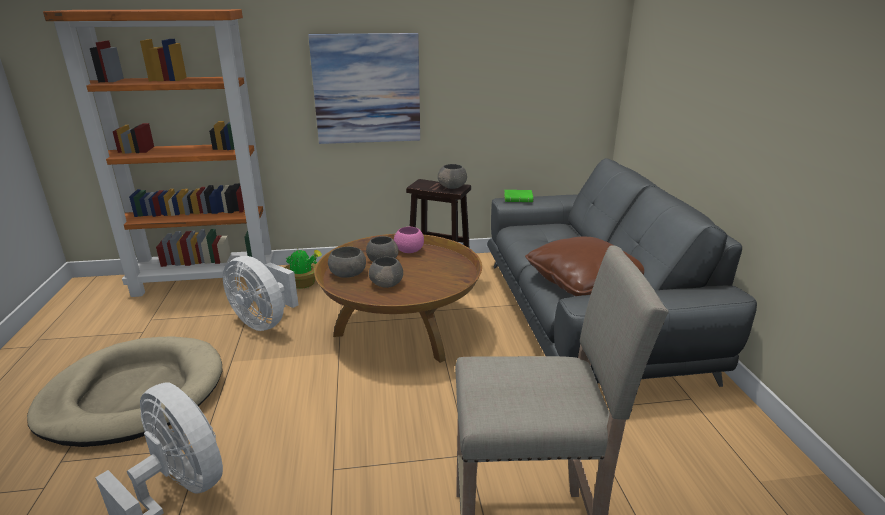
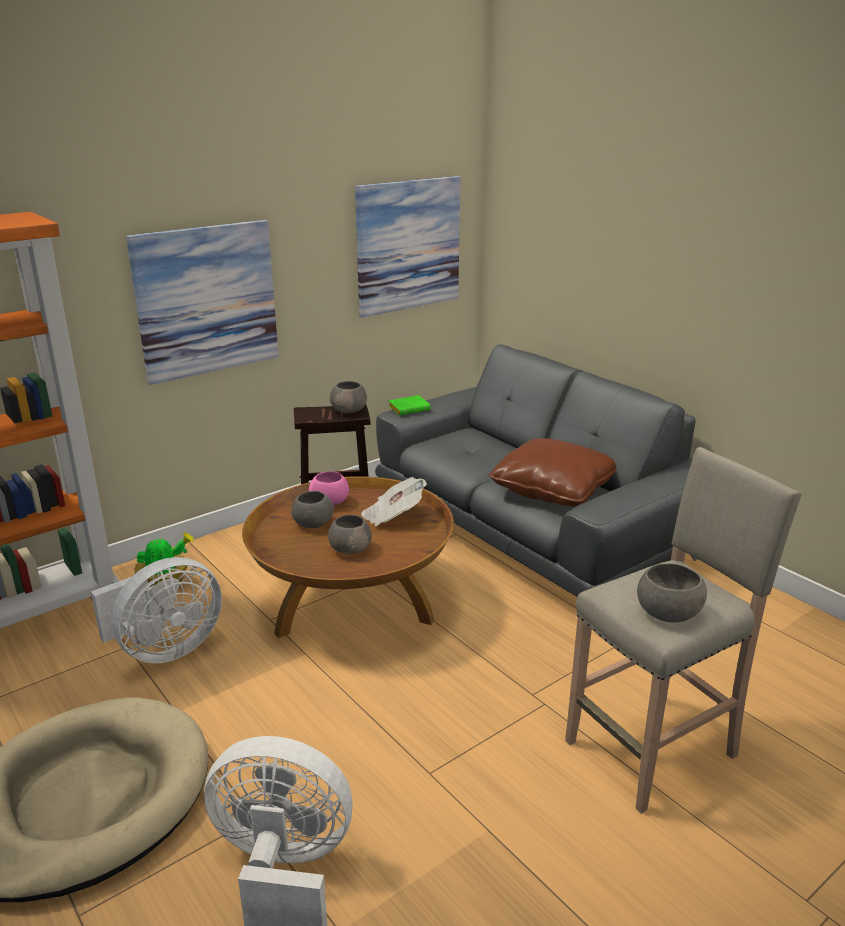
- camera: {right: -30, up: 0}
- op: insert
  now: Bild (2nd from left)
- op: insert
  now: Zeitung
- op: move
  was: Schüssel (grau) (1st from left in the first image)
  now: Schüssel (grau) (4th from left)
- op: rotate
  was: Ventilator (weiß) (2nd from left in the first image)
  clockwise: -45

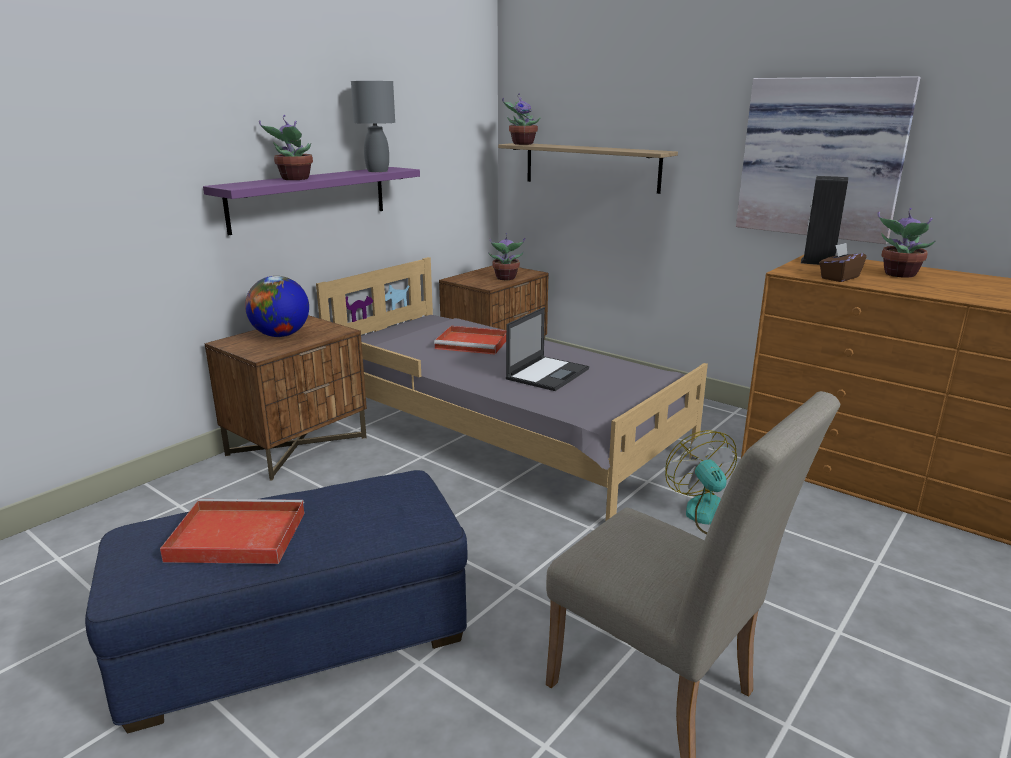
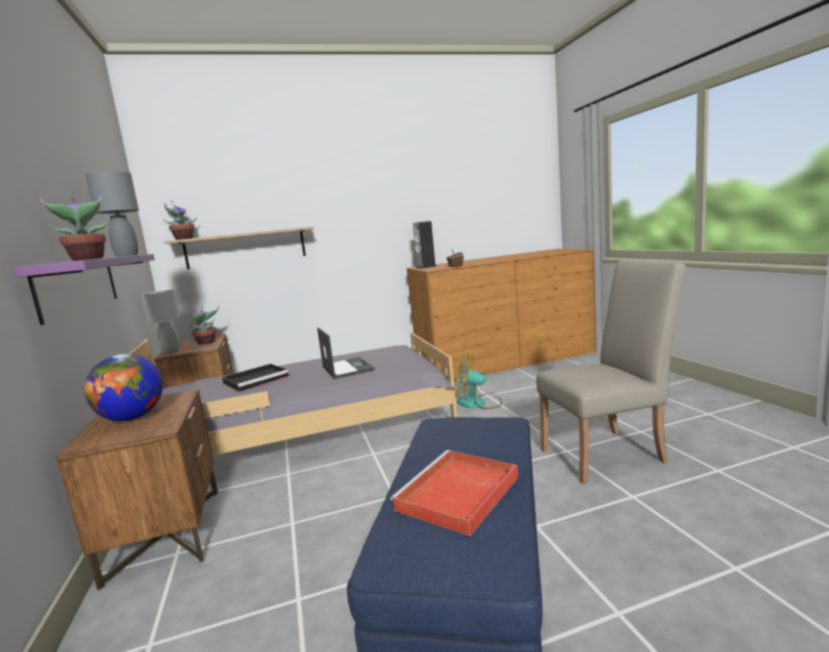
- camera: {right: -55, up: -10}
- op: delete
  was: Bild
- op: delete
  was: Topfpflanze (4th from left)
- op: insert
  now: Tischlampe (grau) (2nd from left)
- op: recolor
  was: Tablett (rot) (2nd from left)
  now: Tablett (schwarz)

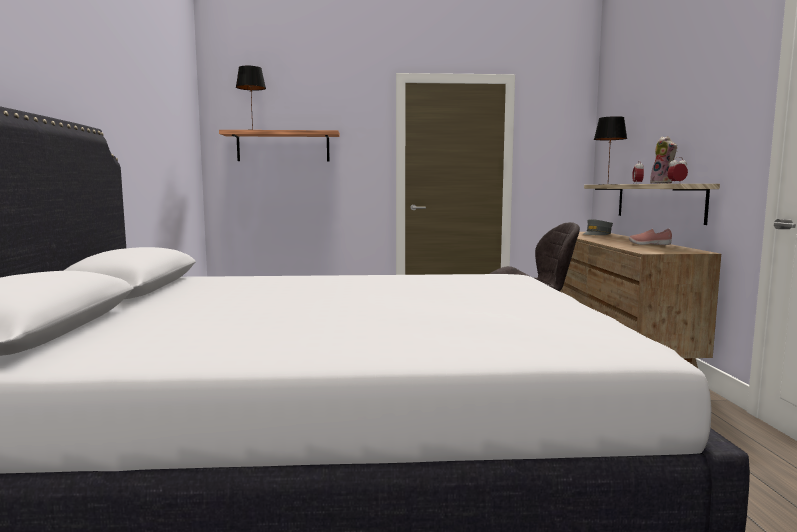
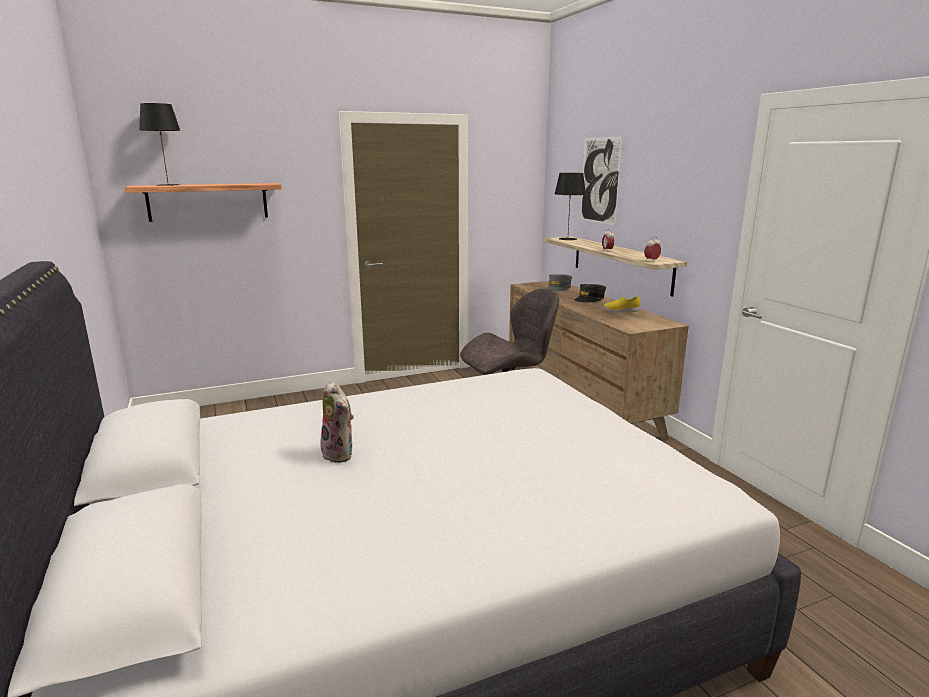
- camera: {right: -20, up: 10}
- op: insert
  now: Kappe (grau) (2nd from left)
- op: insert
  now: Bild
- op: move
  was: Plüschtier
- op: recolor
  was: Schuh (rosa)
  now: Schuh (gelb)

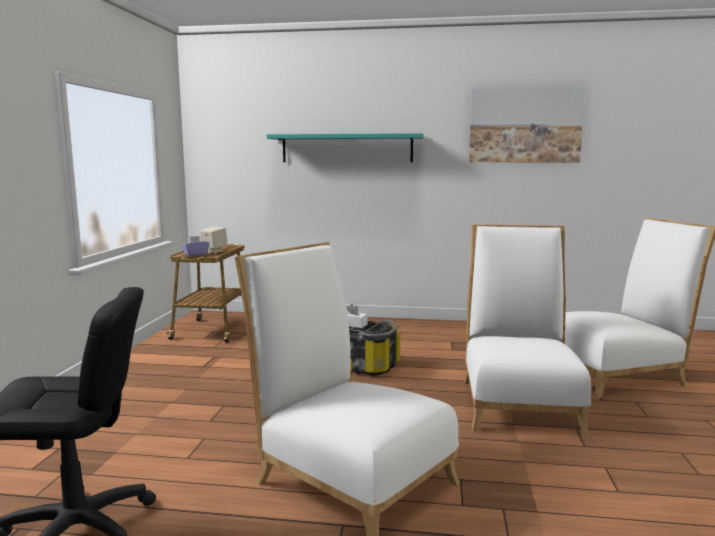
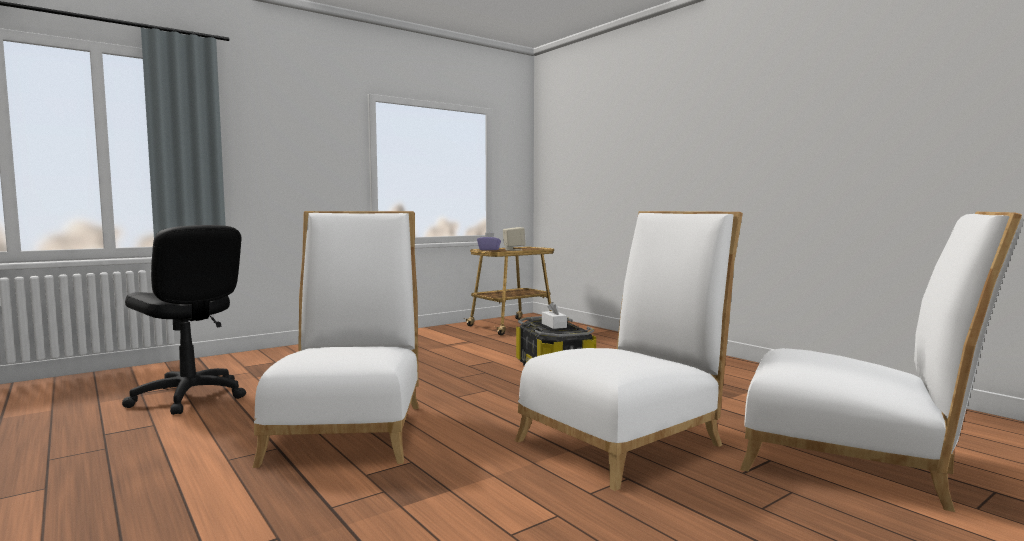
- camera: {right: 45, up: -5}
- op: delete
  was: Wandregal (türkis)
- op: delete
  was: Bild

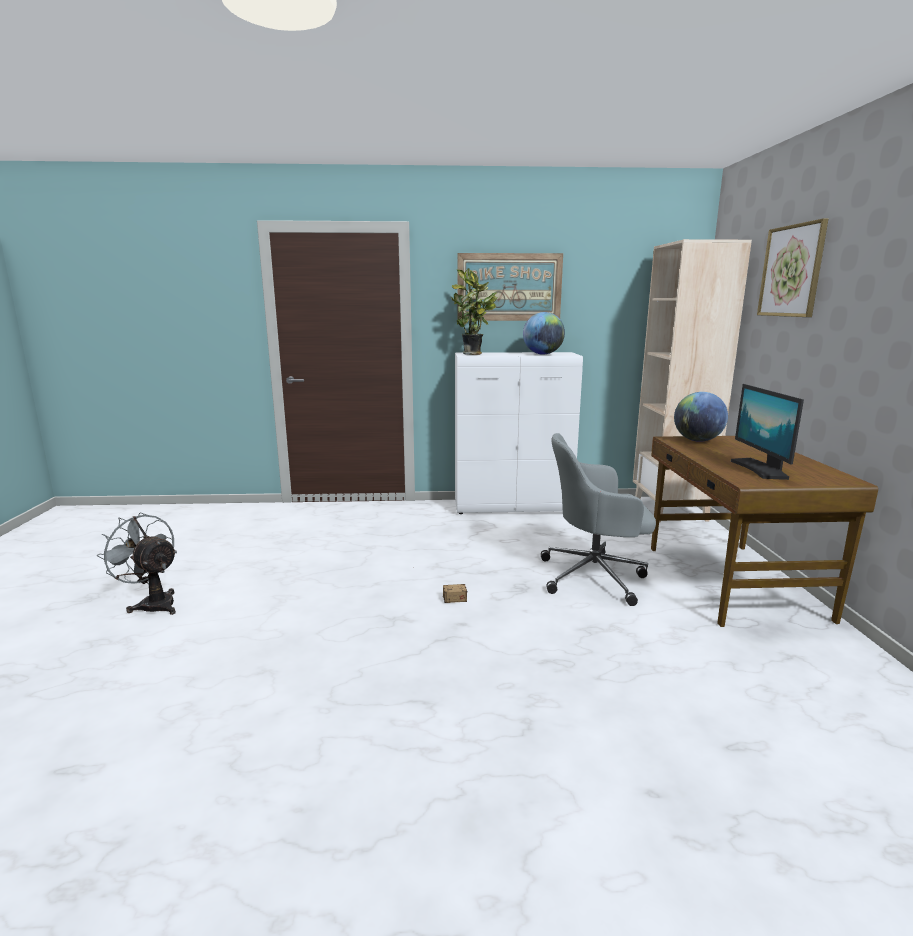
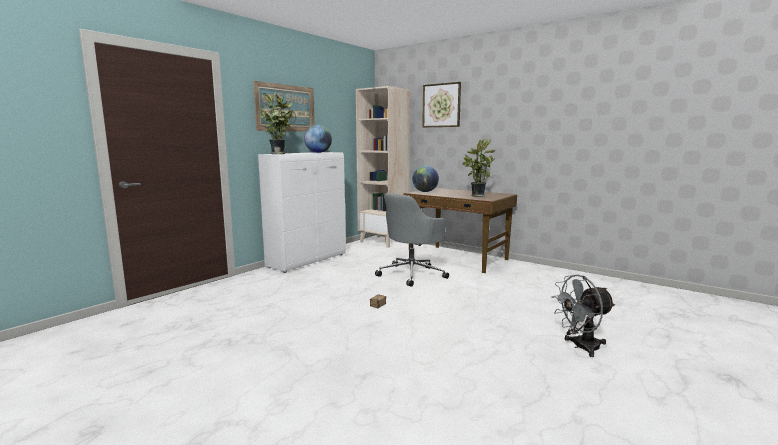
- camera: {right: -50, up: -5}
- op: move
  was: Ventilator (grau)
- op: replace
  was: Monitor
  now: Topfpflanze (2nd from left)

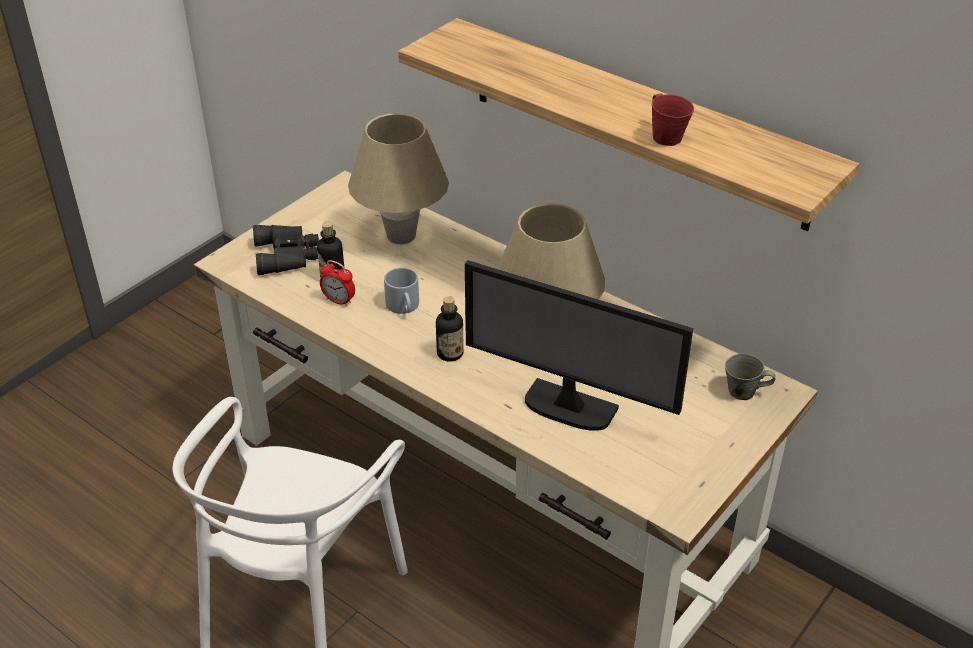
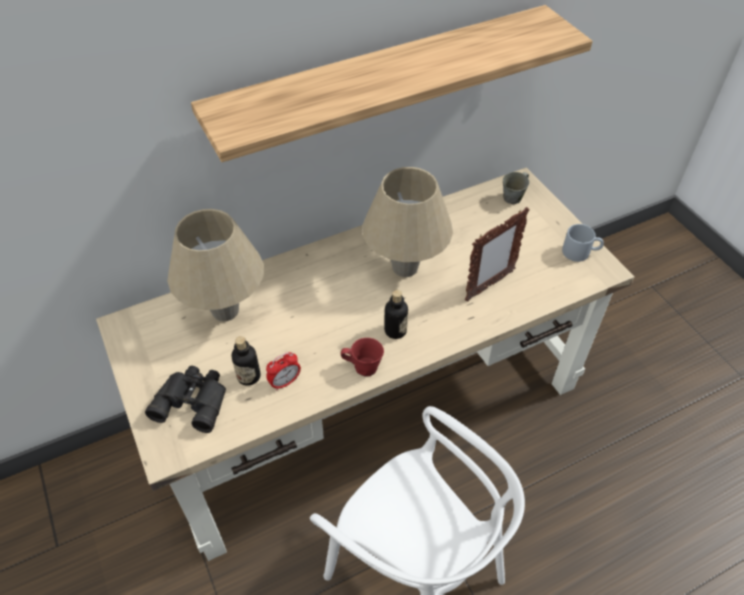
- camera: {right: -65, up: 10}
- op: move
  was: Henkelbecher (grau) (1st from left in the first image)
  now: Henkelbecher (grau) (2nd from left)
- op: move
  was: Henkelbecher (rot)
- op: replace
  was: Monitor
  now: Bilderrahmen

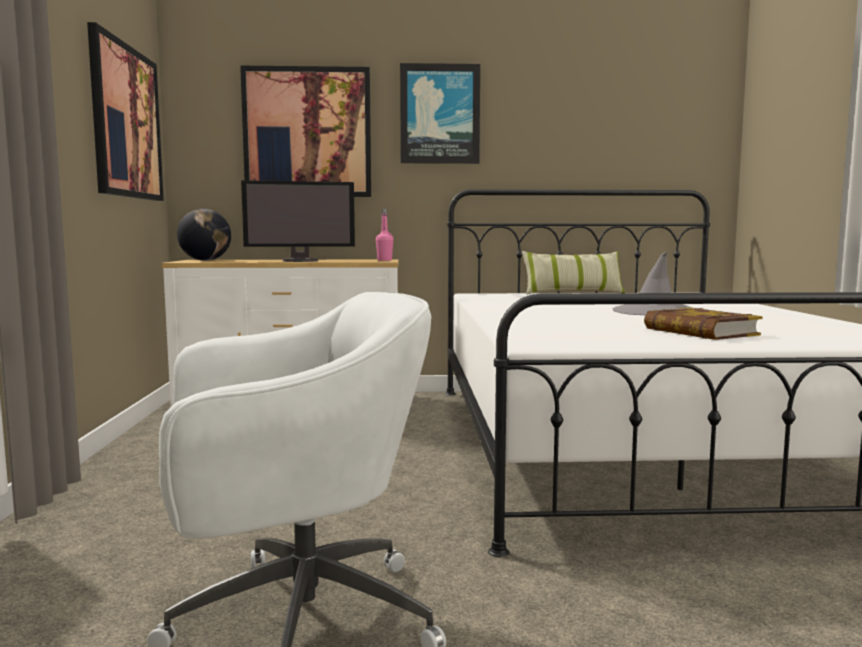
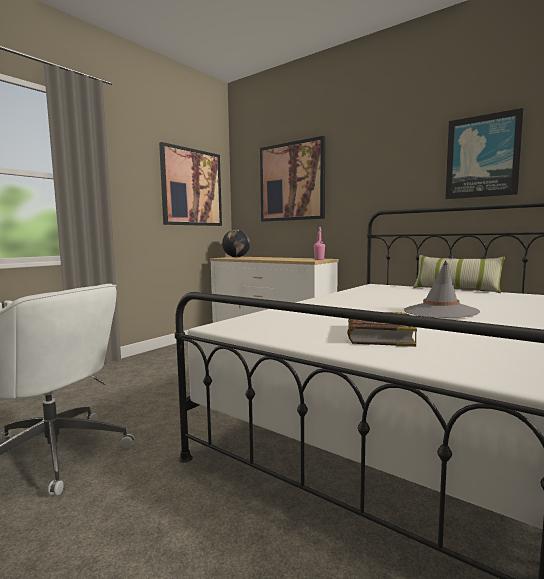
- camera: {right: 40, up: 0}
- op: delete
  was: Monitor
- op: move
  was: Bild (3rd from left)

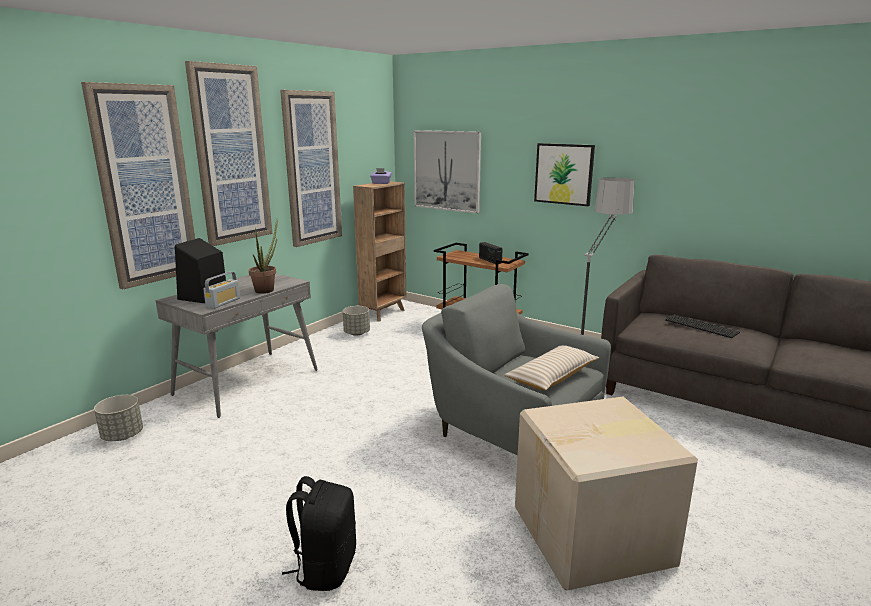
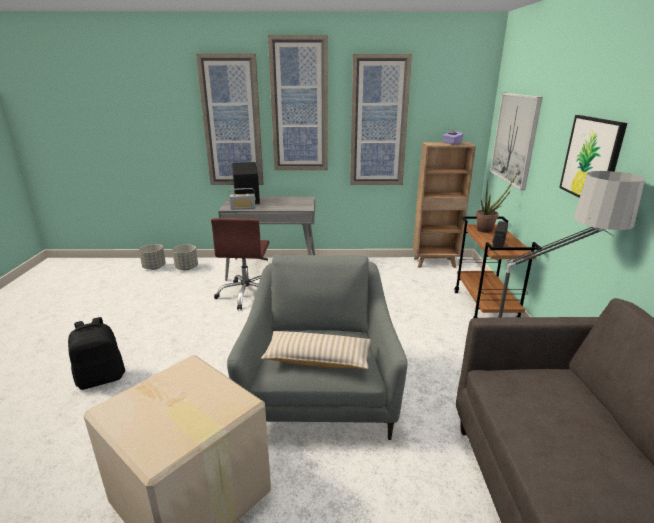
- camera: {right: 55, up: 5}
- op: delete
  was: Tastatur
- op: insert
  now: Bürostuhl (braun)
- op: move
  was: Topfpflanze
- op: move
  was: Pflanzkübel (grau) (2nd from left in the first image)
  now: Pflanzkübel (grau) (1st from left)

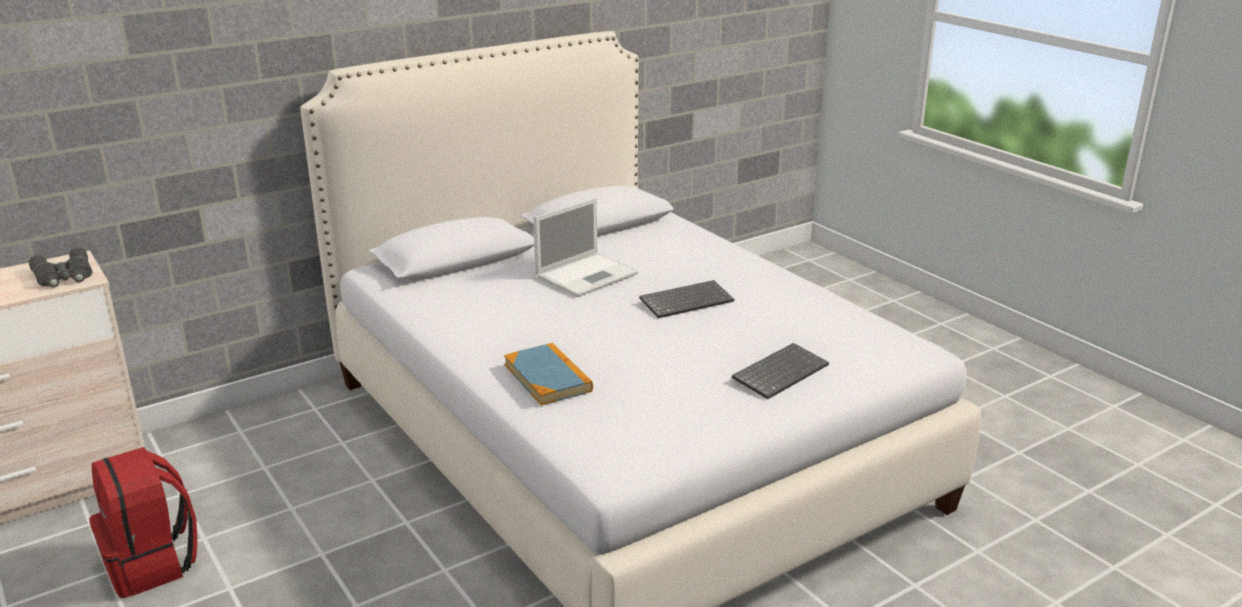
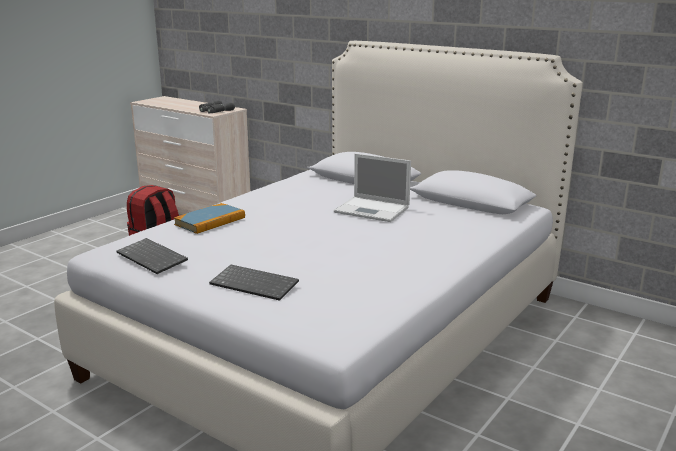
- camera: {right: 70, up: -5}
- op: move
  was: Tastatur (1st from left)

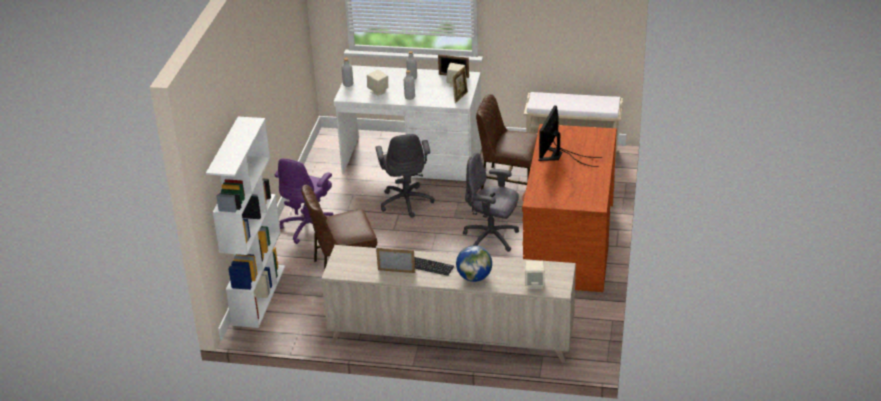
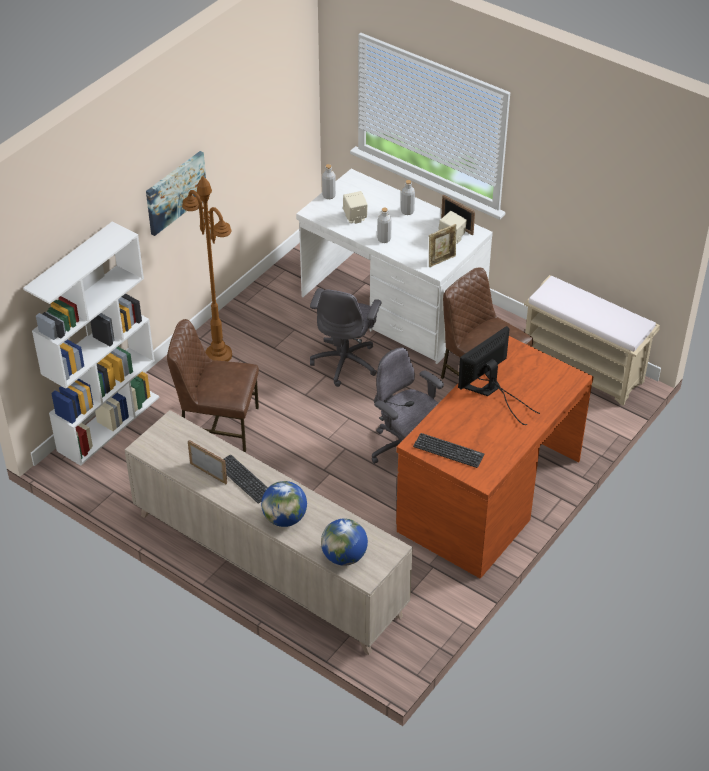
- camera: {right: 25, up: 10}
- op: insert
  now: Bild
- op: insert
  now: Tastatur (2nd from left)
- op: replace
  was: Bürostuhl (lila)
  now: Stehlampe (braun)
- op: replace
  was: Lautsprecher (beige) (3rd from left)
  now: Globus (2nd from left)

